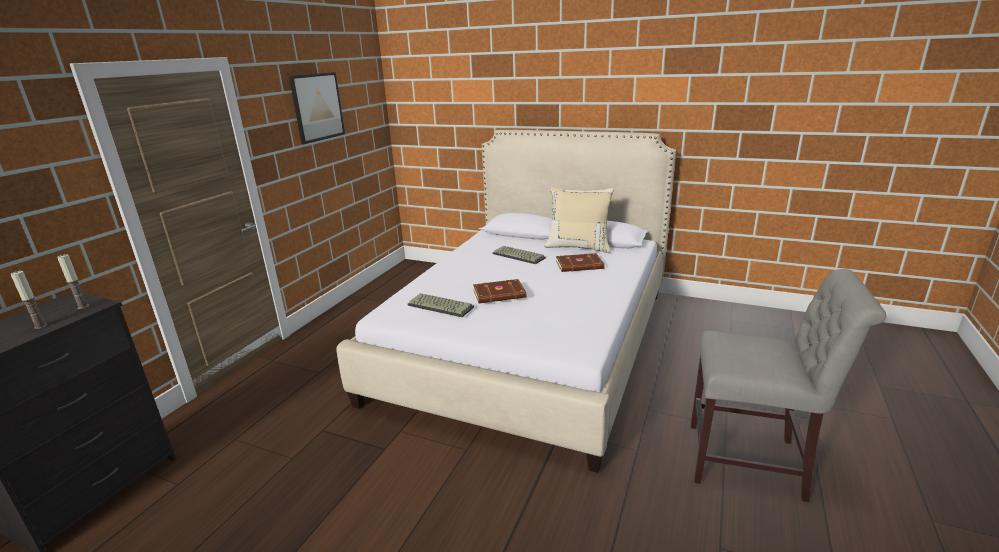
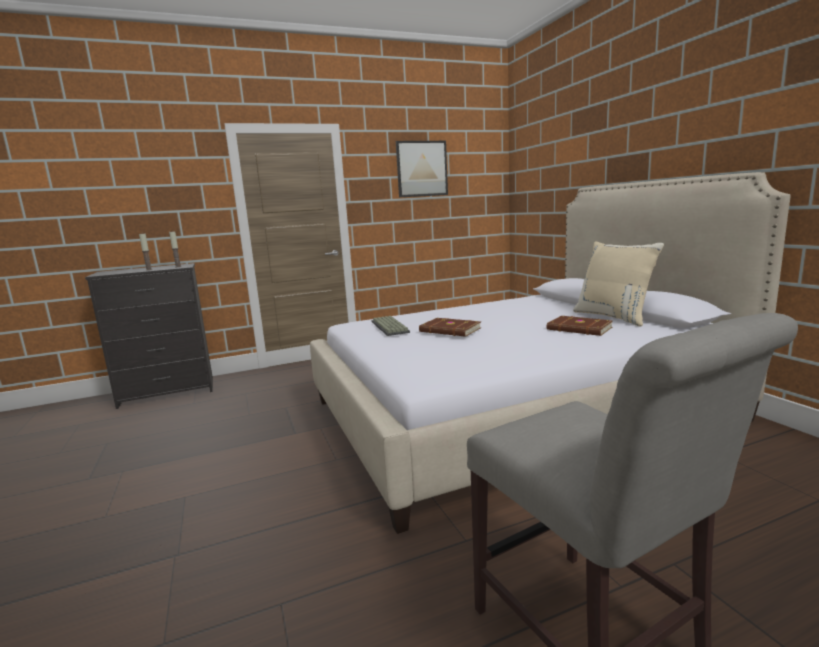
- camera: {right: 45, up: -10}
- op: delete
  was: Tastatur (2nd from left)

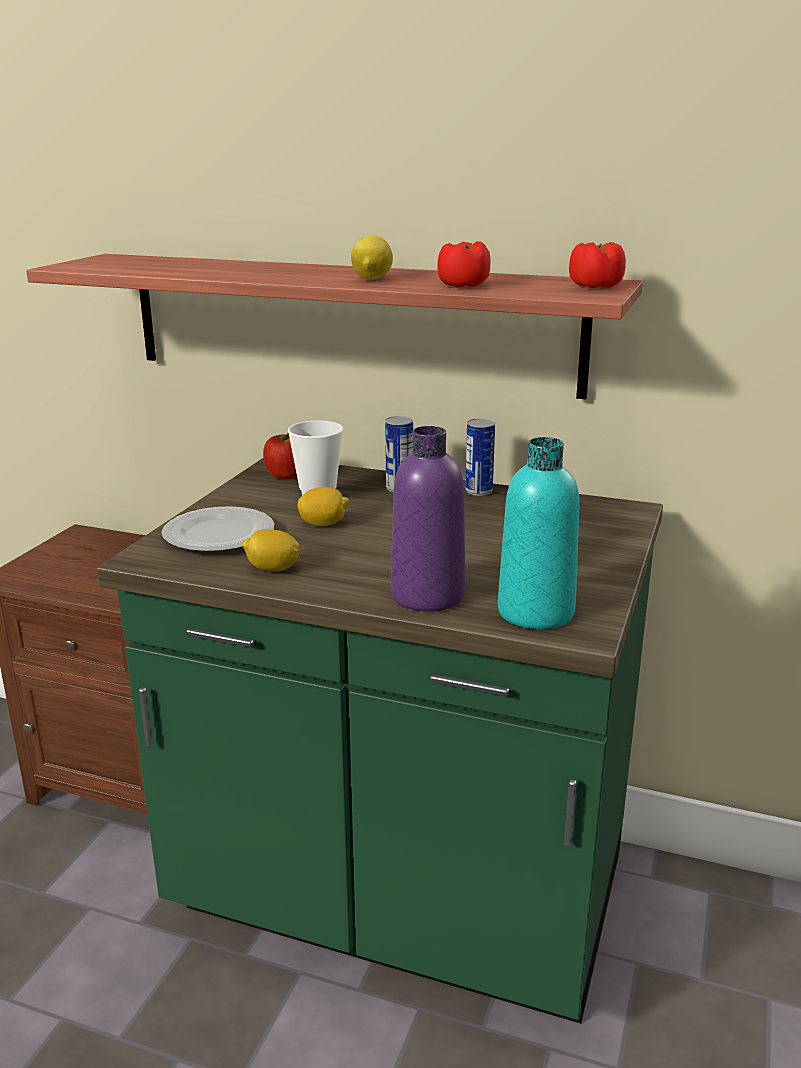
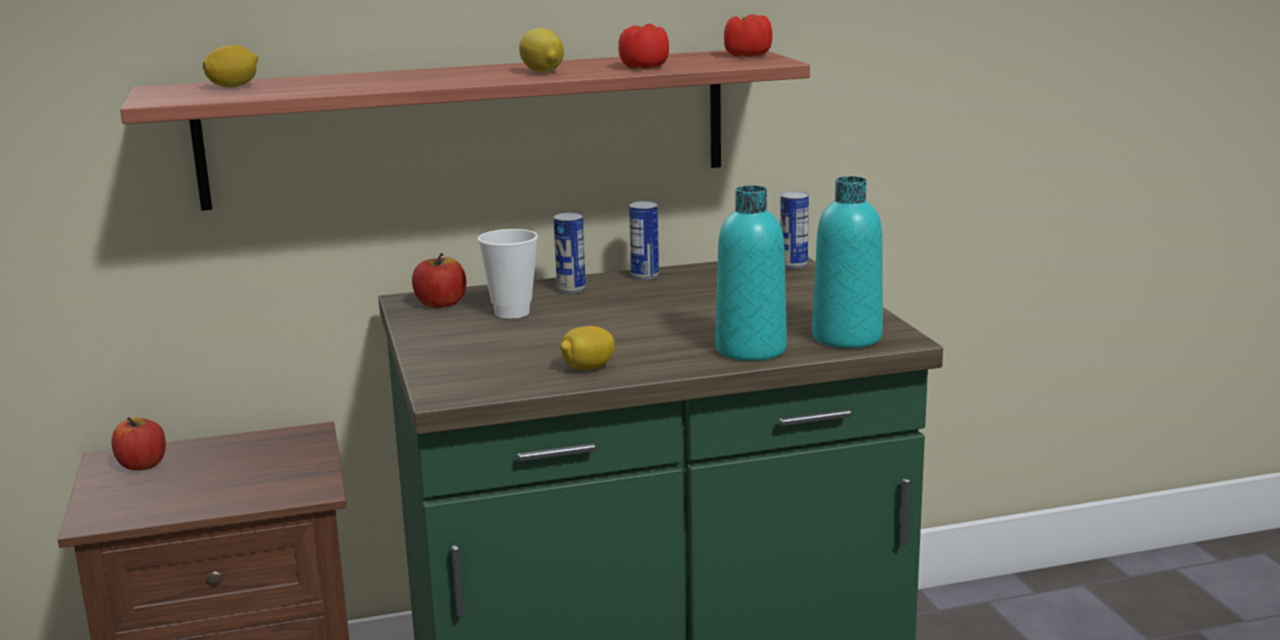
- camera: {right: -35, up: -5}
- op: delete
  was: Teller
- op: insert
  now: Apfel (1st from left)
- op: insert
  now: Dose (3rd from left)
- op: move
  was: Zitrone (2nd from left in the first image)
  now: Zitrone (1st from left)
- op: recolor
  was: Flasche (lila)
  now: Flasche (türkis) (1st from left)

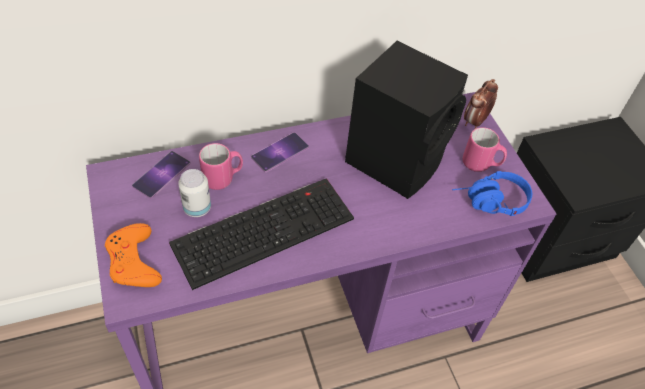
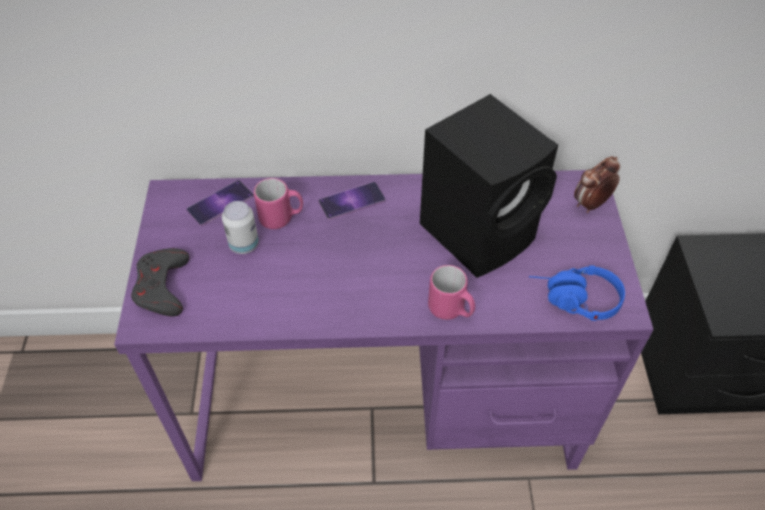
- camera: {right: 20, up: 0}
- op: delete
  was: Tastatur
- op: move
  was: Henkelbecher (rosa) (2nd from left)
- op: recolor
  was: Gamepad (orange)
  now: Gamepad (grau)

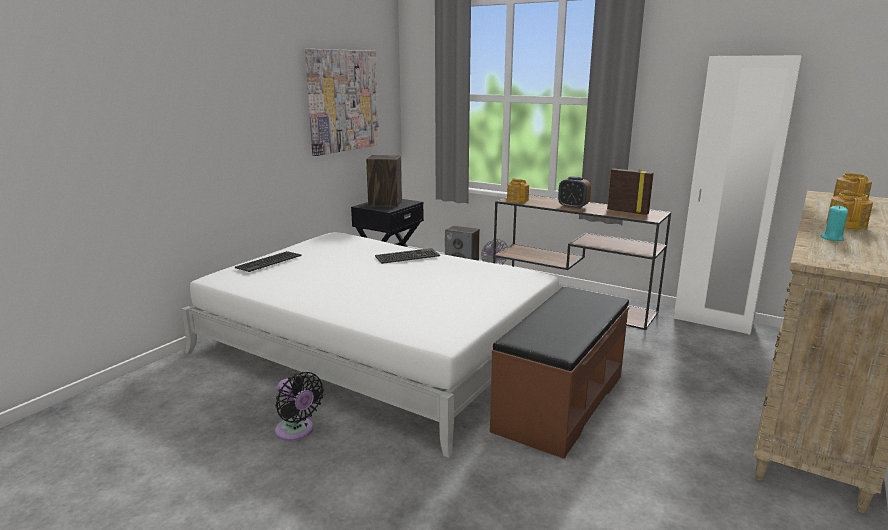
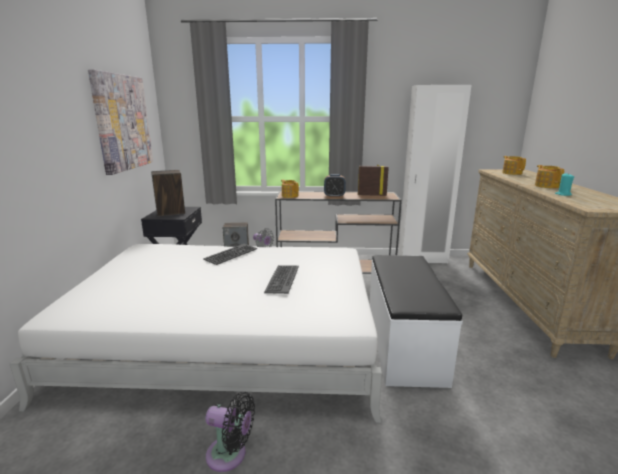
- camera: {right: -30, up: 0}
- op: move
  was: Tastatur (1st from left in the first image)
  now: Tastatur (2nd from left)
- op: recolor
  was: Bank (braun)
  now: Bank (weiß)

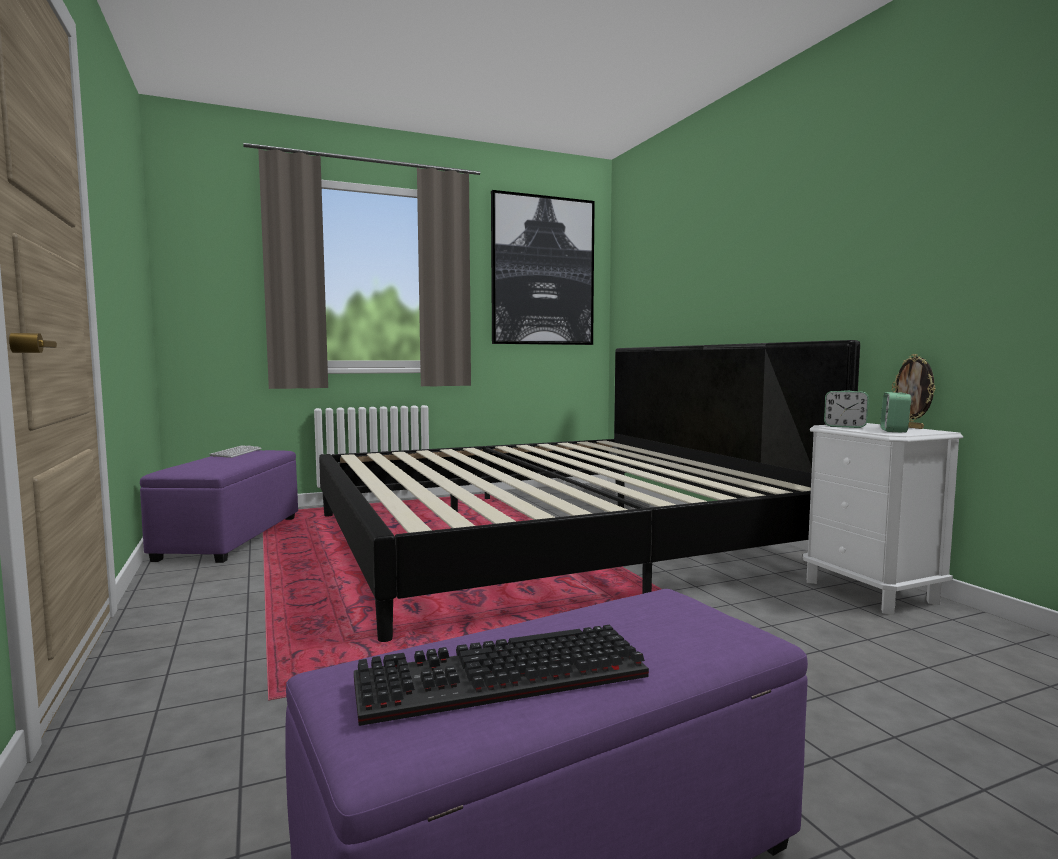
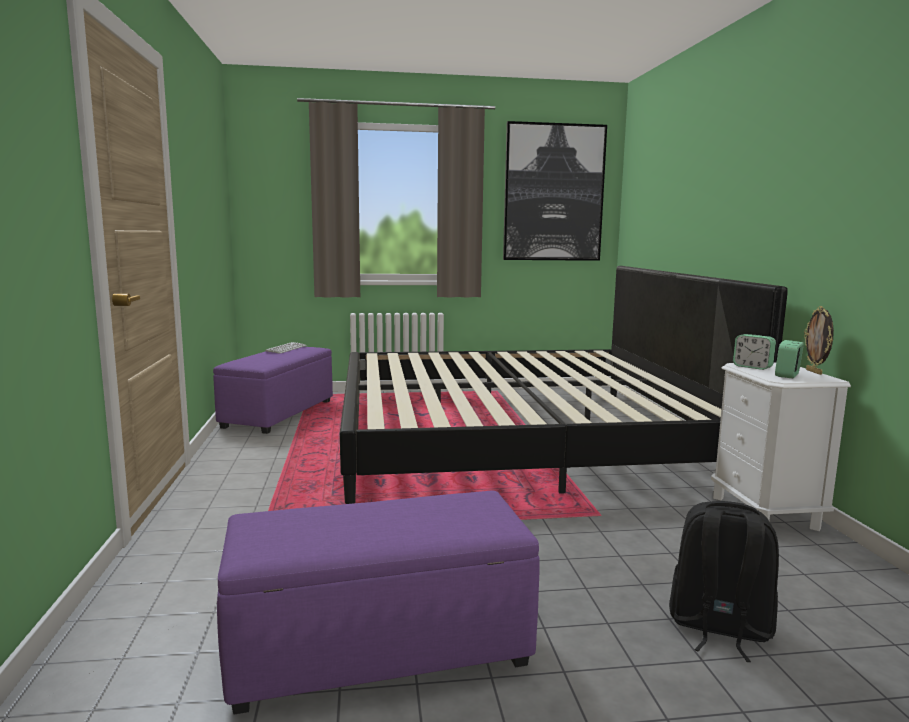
- camera: {right: 15, up: 5}
- op: delete
  was: Tastatur (2nd from left)
- op: insert
  now: Rucksack (schwarz)

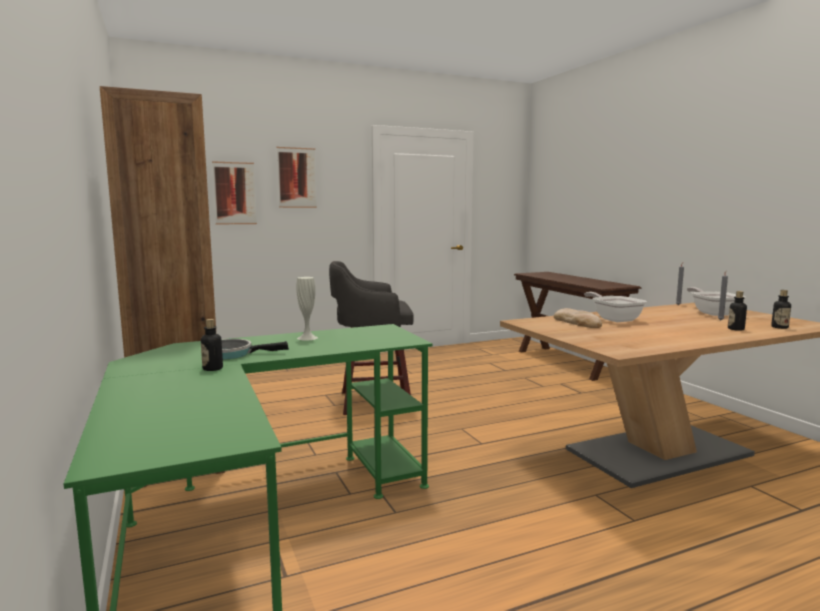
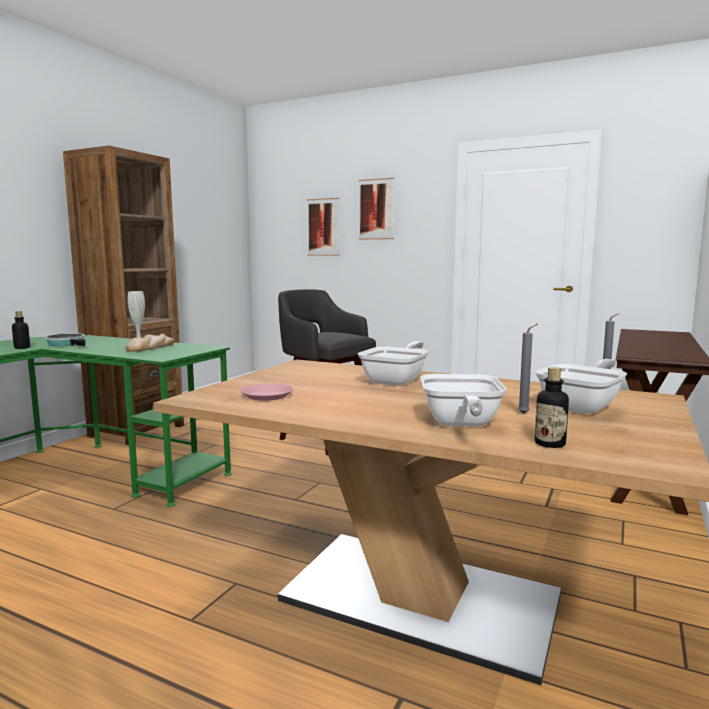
- camera: {right: 50, up: 0}
- op: insert
  now: Teller (rosa)
- op: move
  was: Brot
- op: replace
  was: Flasche (2nd from left)
  now: Pfanne (3rd from left)

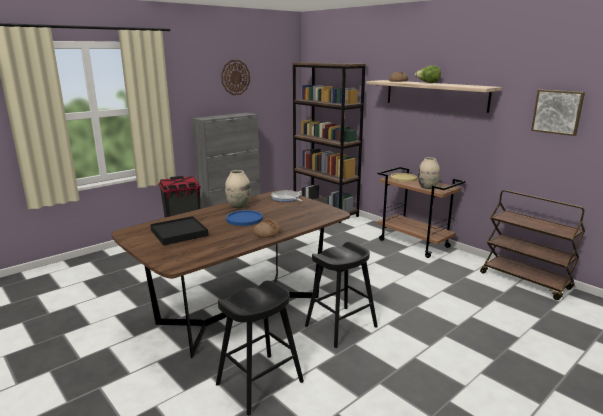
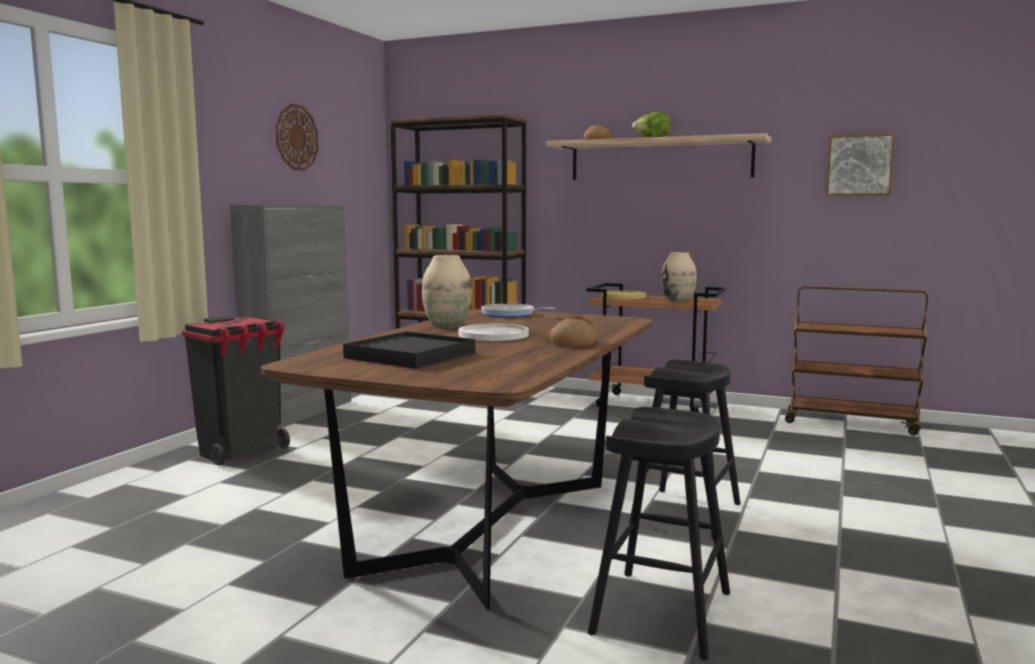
- camera: {right: -25, up: -10}
- op: recolor
  was: Teller (blau)
  now: Teller (weiß)

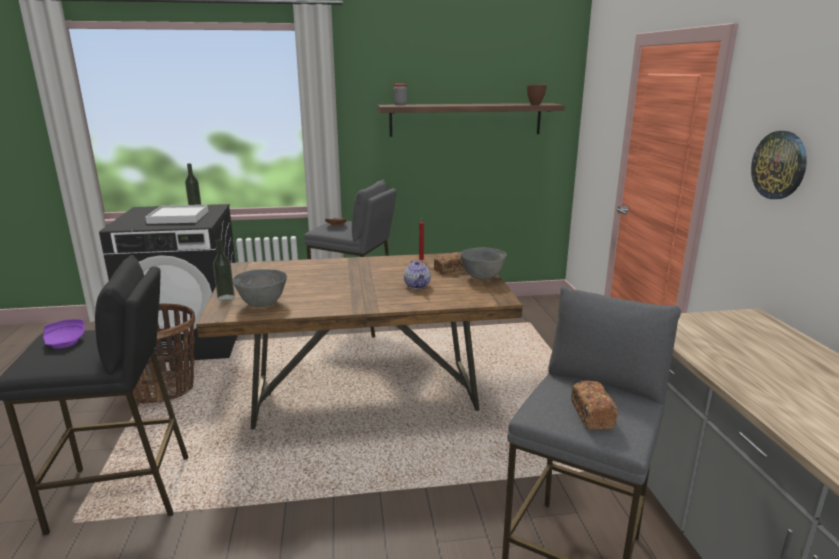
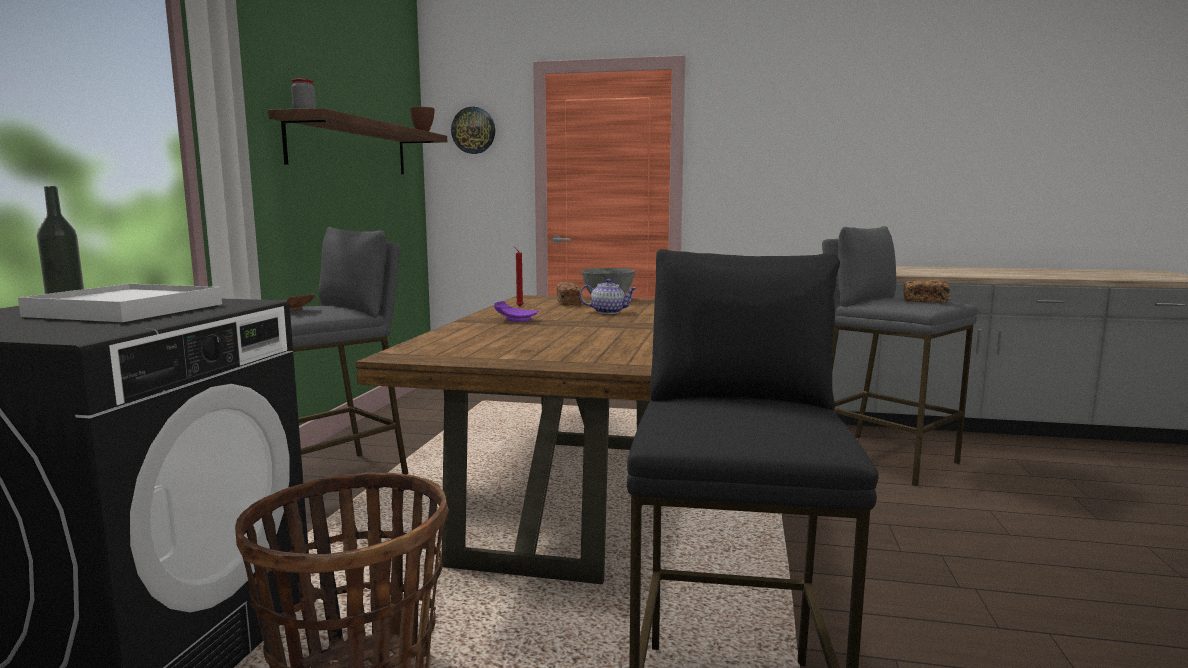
- camera: {right: -70, up: -10}
- op: delete
  was: Flasche (2nd from left)
- op: delete
  was: Schüssel (grau) (1st from left)
- op: move
  was: Teller (lila)
- op: move
  was: Wanduhr

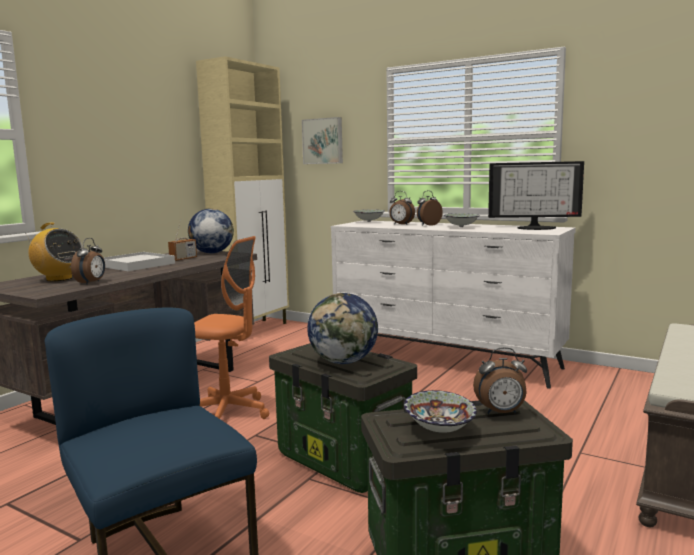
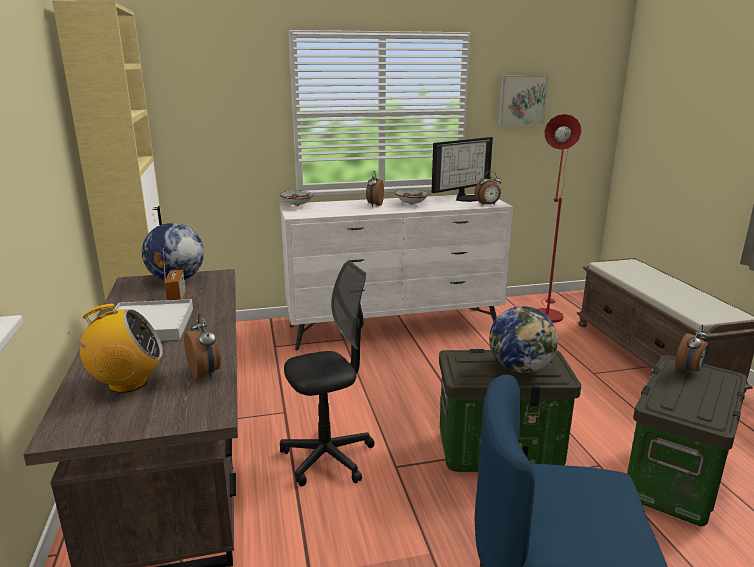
- camera: {right: -45, up: 10}
- op: delete
  was: Schüssel (2nd from left)
- op: insert
  now: Stehlampe (rot)
- op: move
  was: Bild
- op: move
  was: Wecker (2nd from left in the first image)
  now: Wecker (3rd from left)
- op: recolor
  was: Bürostuhl (orange)
  now: Bürostuhl (schwarz)

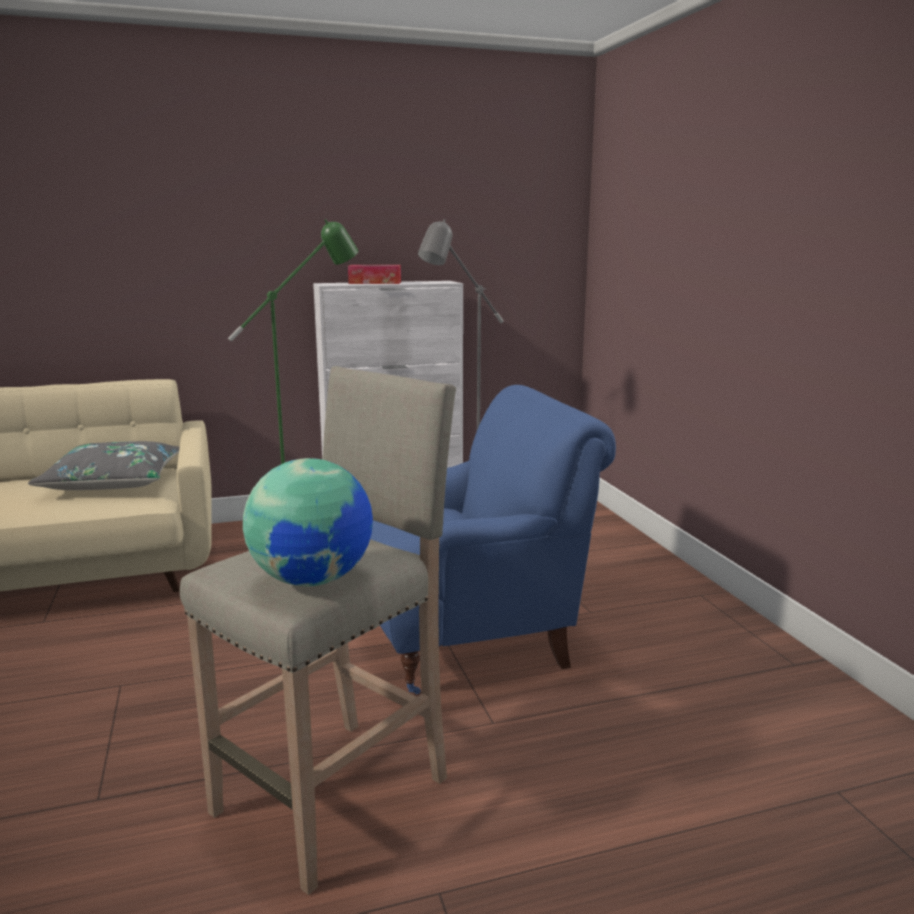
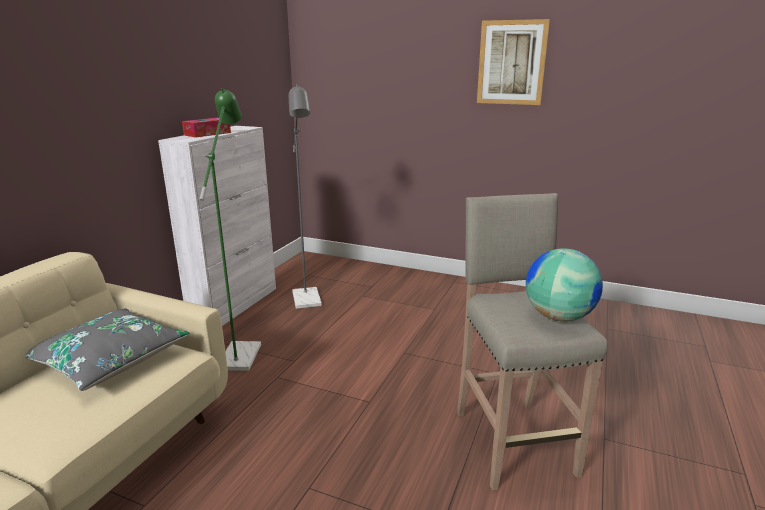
- camera: {right: -50, up: 5}
- op: delete
  was: Sessel (blau)
- op: insert
  now: Bild

